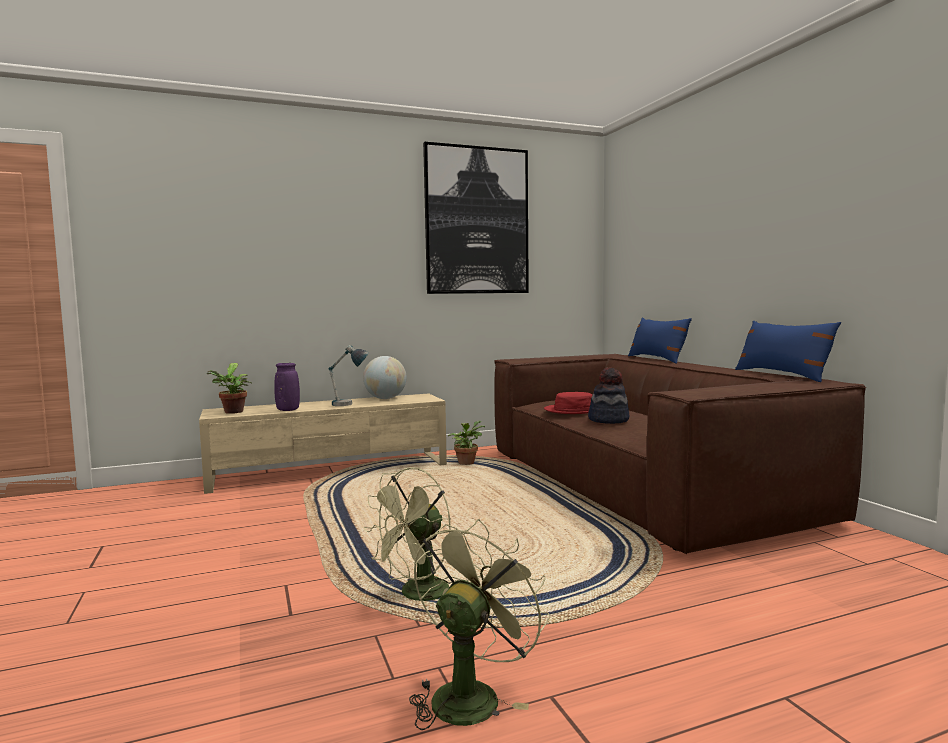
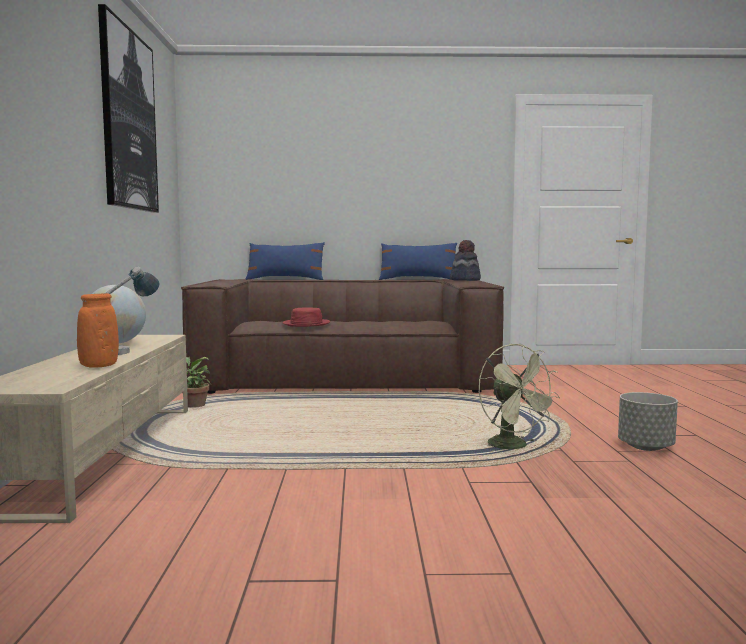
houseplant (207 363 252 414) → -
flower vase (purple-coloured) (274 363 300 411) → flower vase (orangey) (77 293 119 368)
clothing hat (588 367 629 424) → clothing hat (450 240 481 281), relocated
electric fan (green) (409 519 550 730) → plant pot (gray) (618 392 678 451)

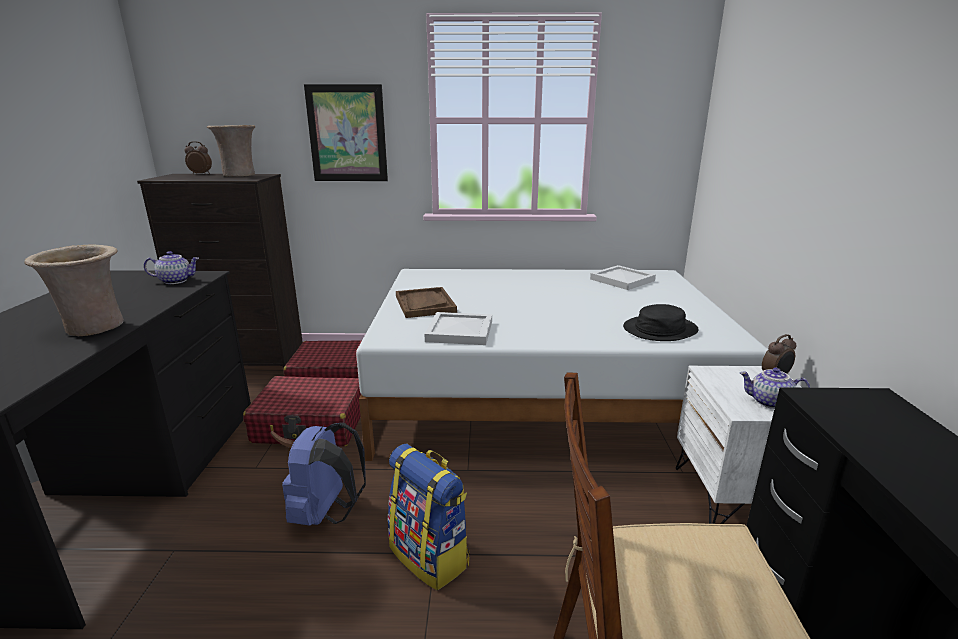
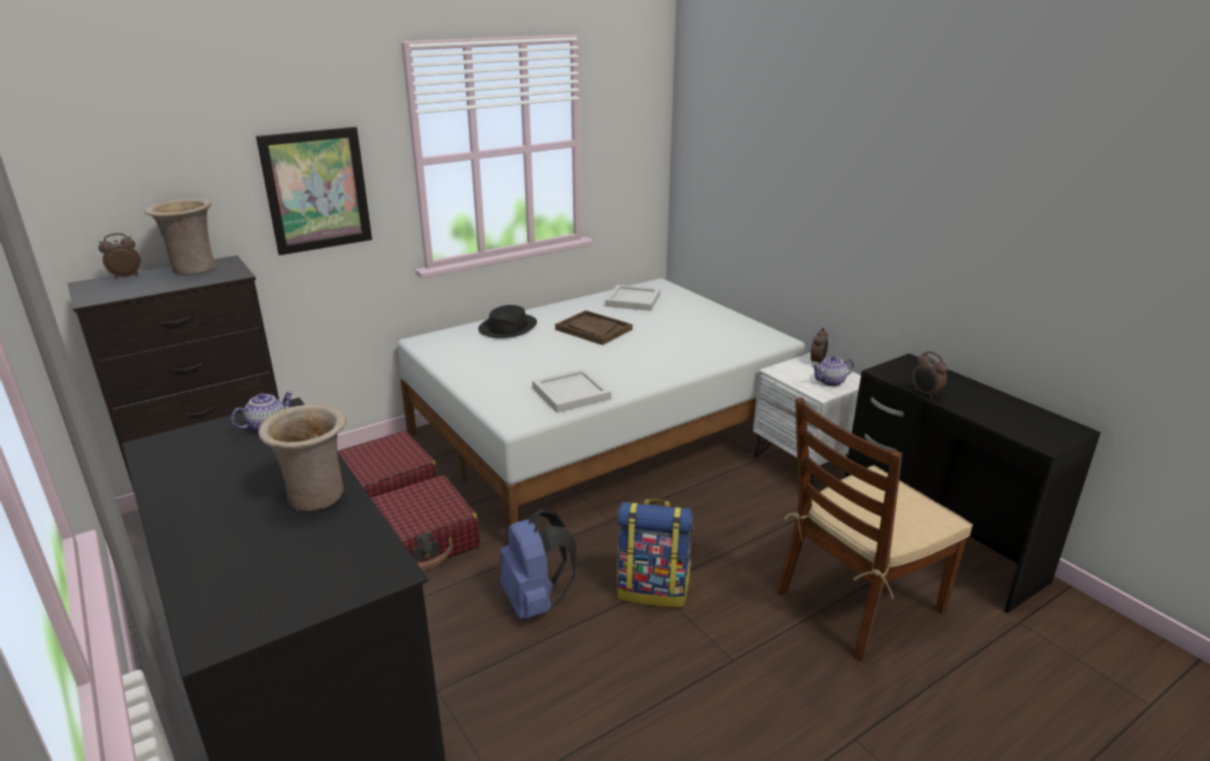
tray (brownish) (396 287 457 318) → tray (brownish) (555 310 632 345), relocated
clothing hat (black-coloured) (623 304 699 341) → clothing hat (black-coloured) (478 305 537 338), relocated
- → bedside clock (912 351 948 399)

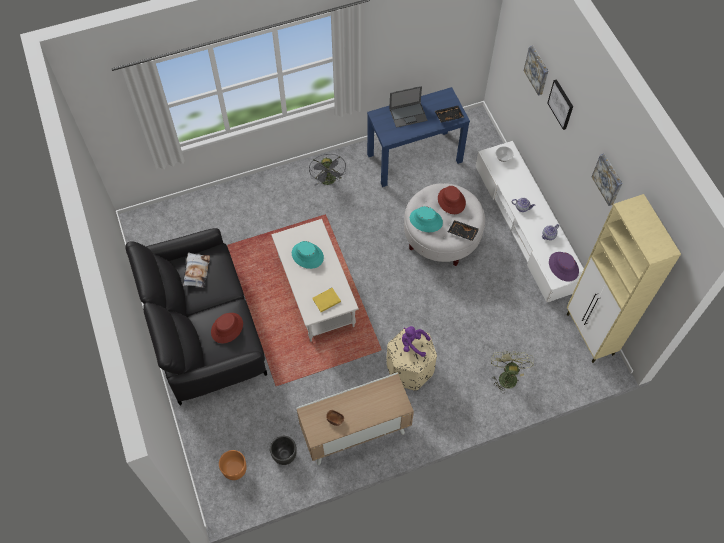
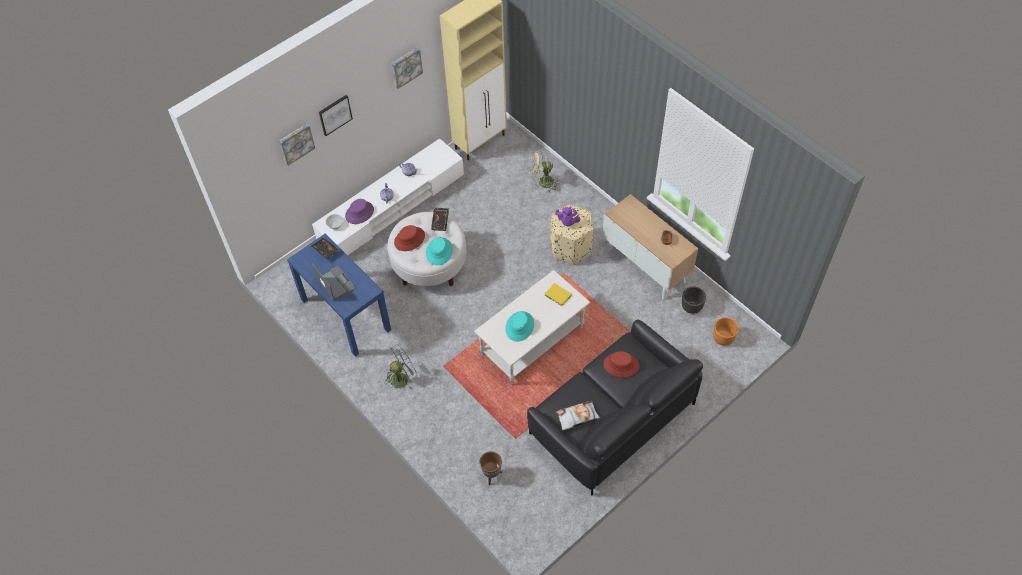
clothing hat (purple-coloured) (549 252 579 282) → clothing hat (purple-coloured) (345 199 374 224), relocated
- → plant pot (brownish) (479 451 502 485)

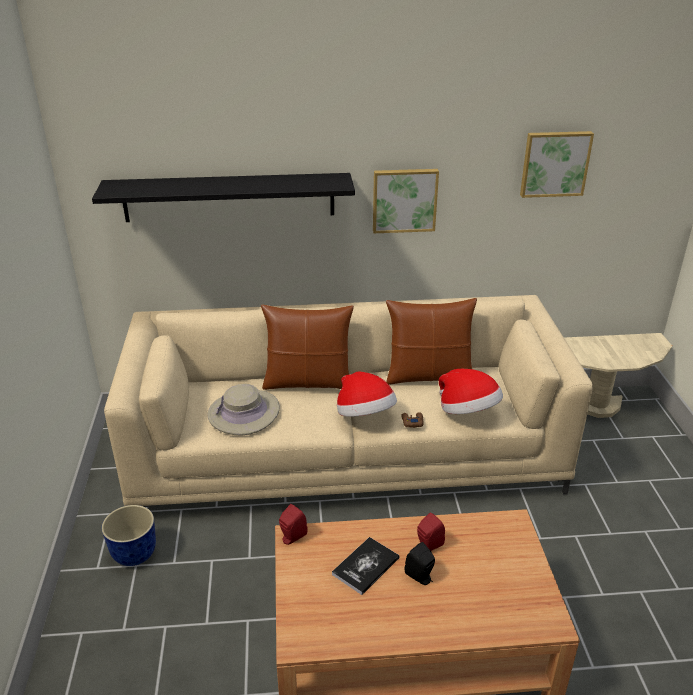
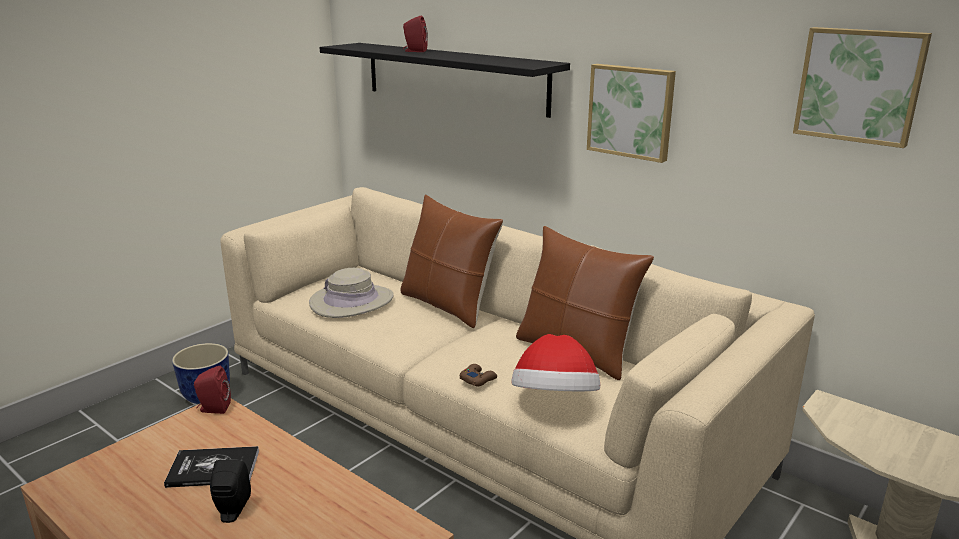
clothing hat (337 372 397 417) → -
speaker (red-coloured) (417 512 445 551) → speaker (red-coloured) (403 15 428 52), relocated

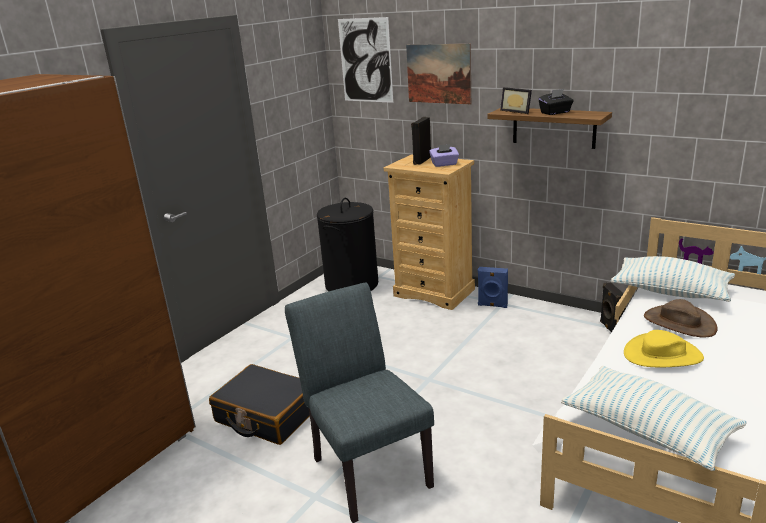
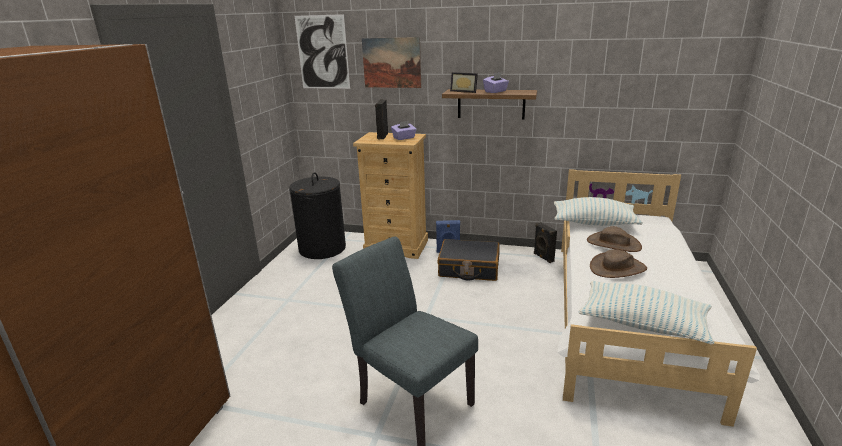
tissue box (black-coloured) (538 89 574 115) → tissue box (purple-coloured) (483 72 509 93)
clothing hat (yellow) (624 330 704 368) → clothing hat (brownish) (590 249 647 278)
travel case (black-coloured) (209 364 310 445) → travel case (black-coloured) (438 239 499 281), relocated

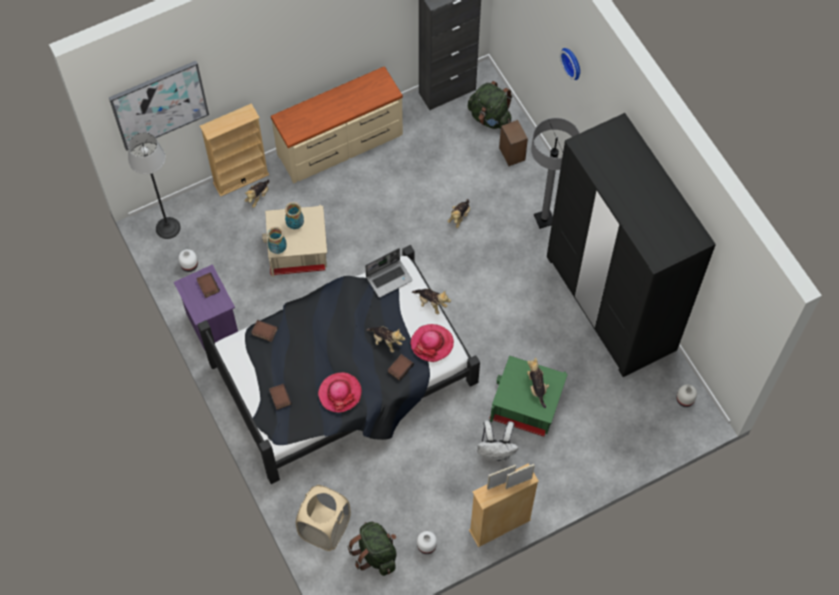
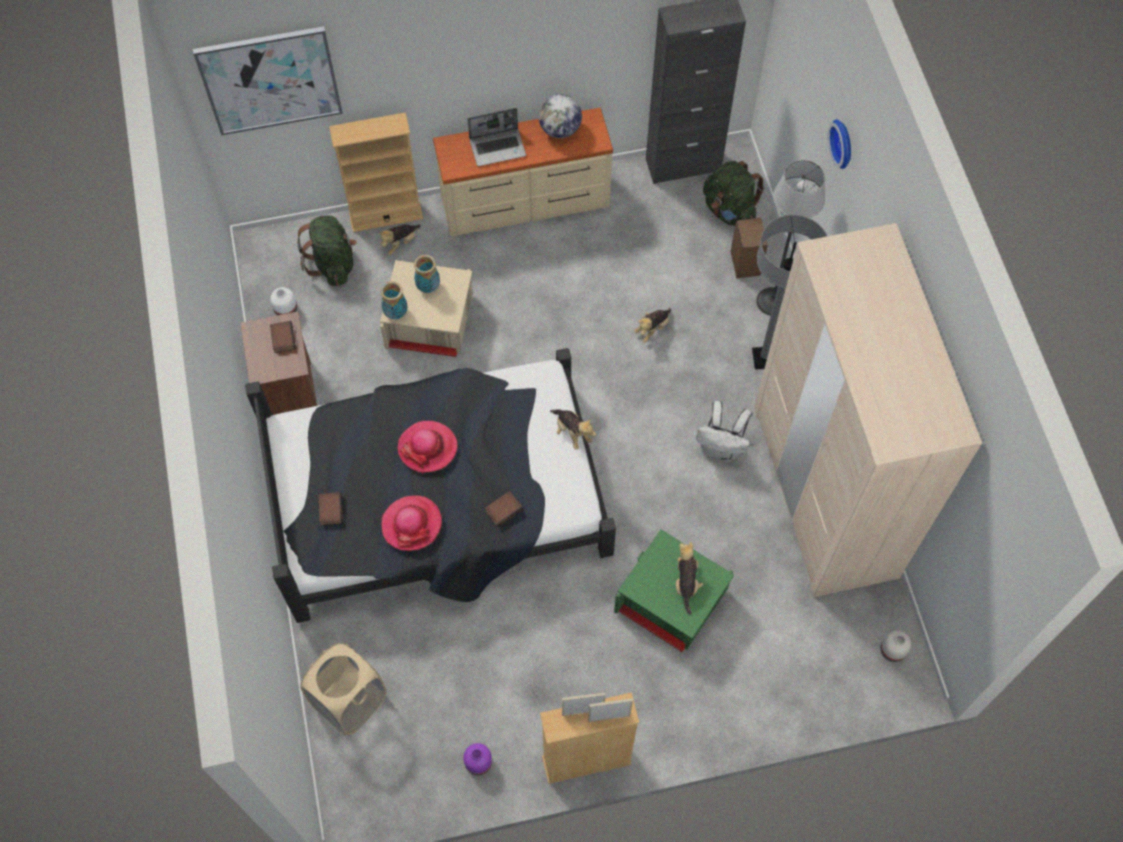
clothes cupboard (black-coloured) (547 113 716 377) → clothes cupboard (beige) (754 223 982 597)
floor lamp (128 132 181 239) → floor lamp (756 160 825 316), relocated
notebook computer (365 248 413 298) → notebook computer (468 108 526 166), relocated
nightstand (purple-coloured) (174 264 238 350) → nightstand (brownish) (240 312 317 415)
bound book (251 320 278 342) → -
clothing hat (410 324 454 362) → clothing hat (398 421 458 473), relocated
cuddly toy (366 326 406 353) → -
rucksack (white-coloured) (477 420 518 461) → rucksack (white-coloured) (696 401 753 462), relocated
rucksack (green) (347 522 397 576) → rucksack (green) (297 215 356 286), relocated
flower vase (white-coloured) (417 531 437 554) → flower vase (purple-coloured) (463 743 492 775)
- → globe (538 94 582 138)

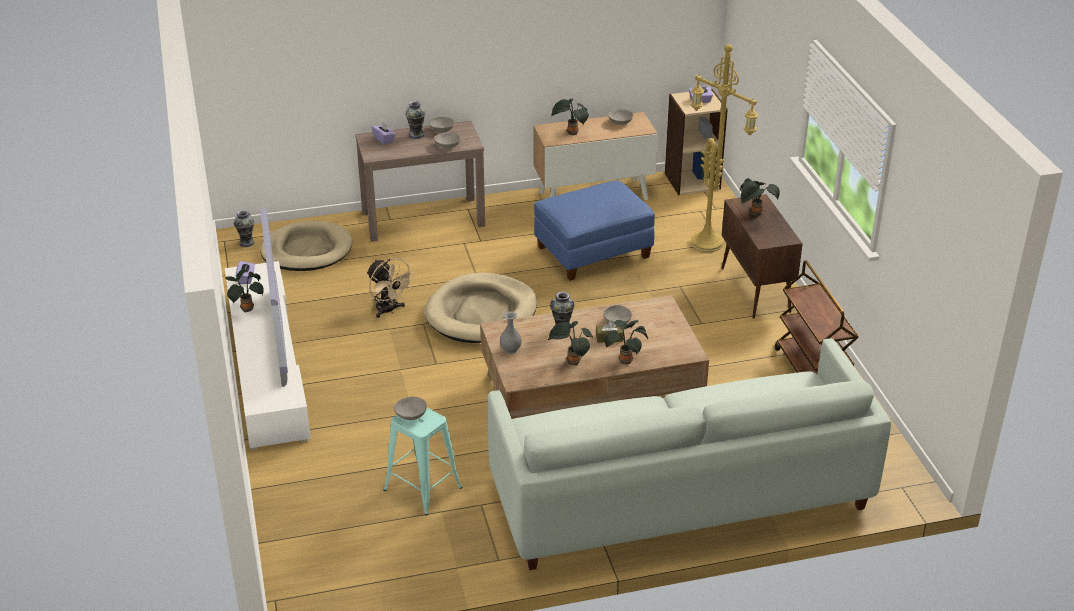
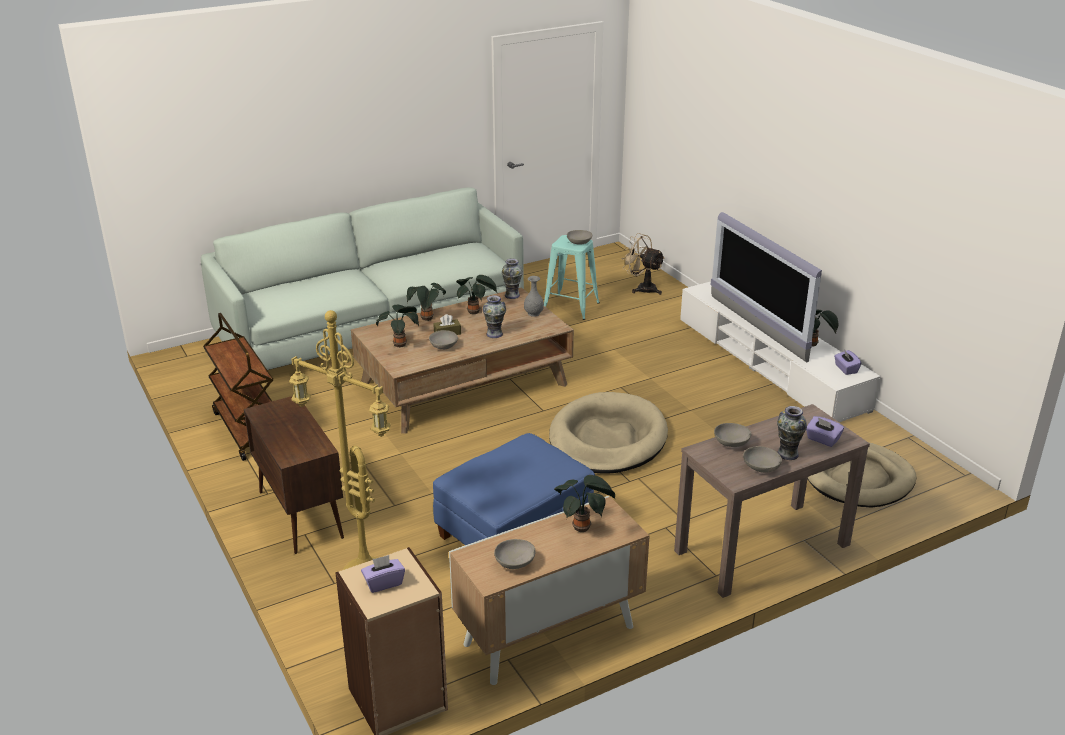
houseplant (740 178 780 216) → houseplant (376 305 419 347), relocated
flower vase (234 210 254 247) → flower vase (502 258 523 299), relocated
electric fan (beige) (367 258 415 318) → electric fan (beige) (621 233 665 295), relocated

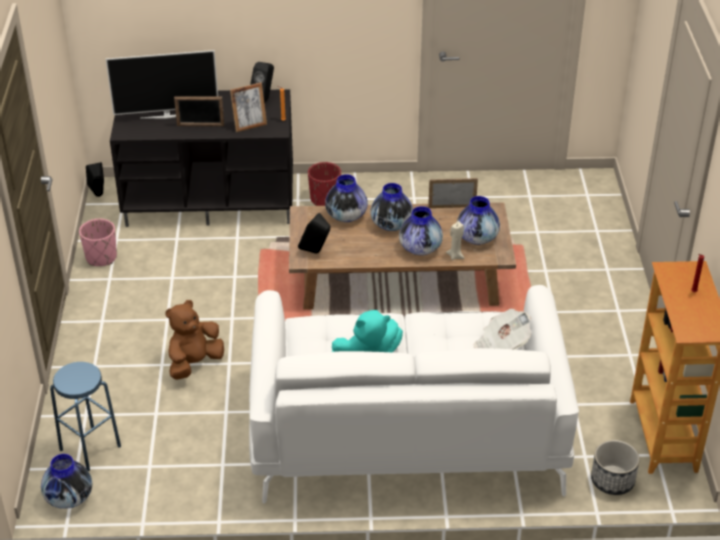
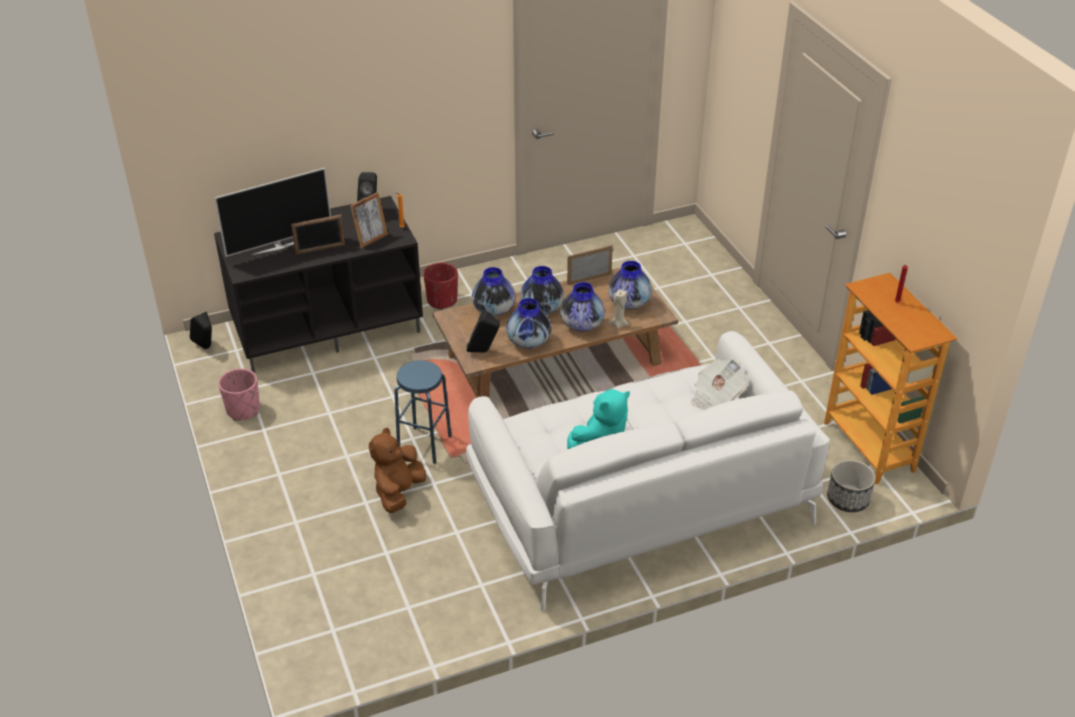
stool (bluish) (50 362 121 471) → stool (bluish) (394 360 452 464), relocated
flower vase (41 454 92 509) → flower vase (506 298 551 348), relocated

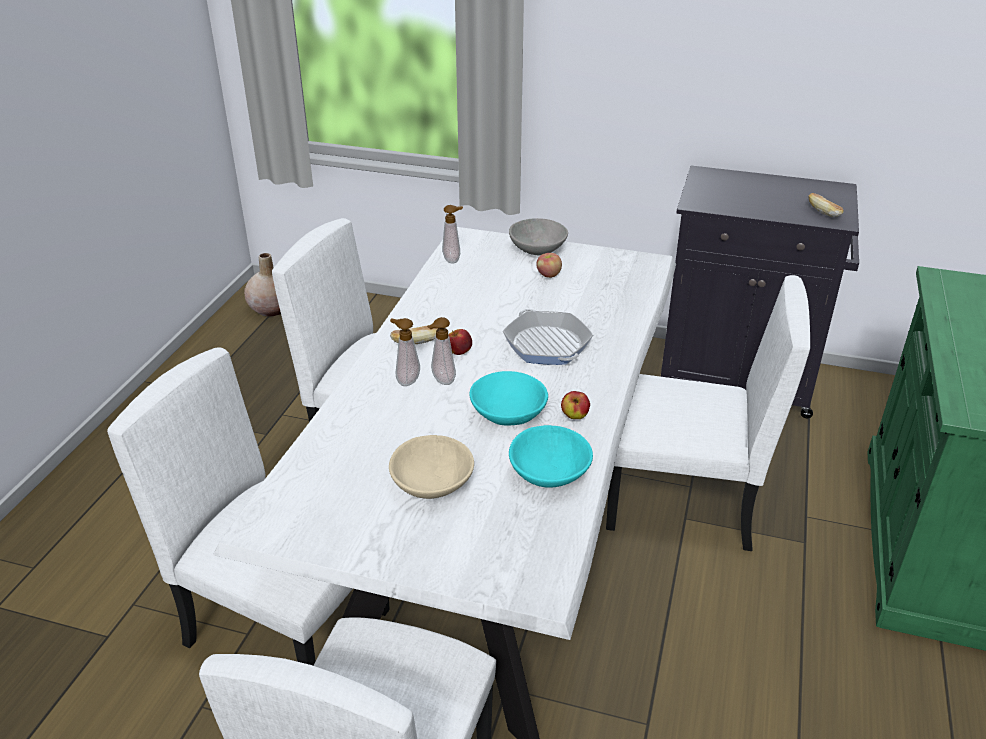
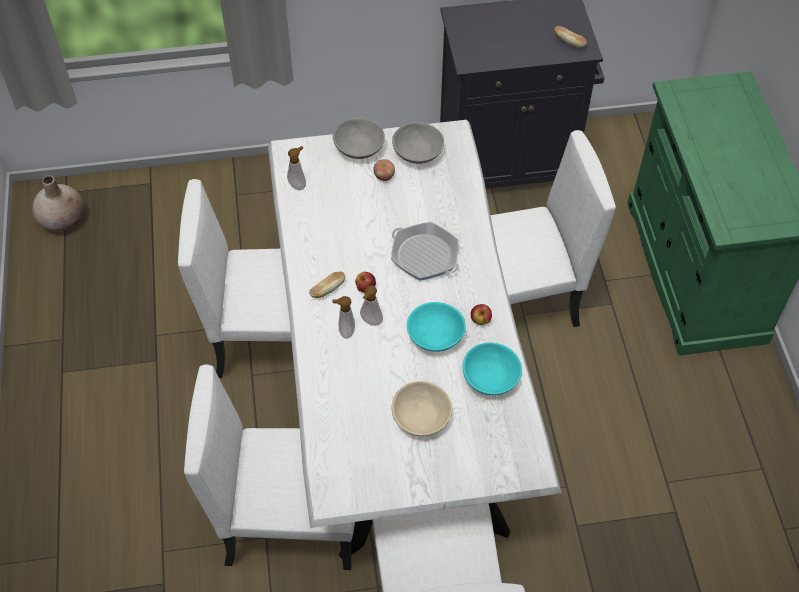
- → bowl (gray) (392 122 444 164)

